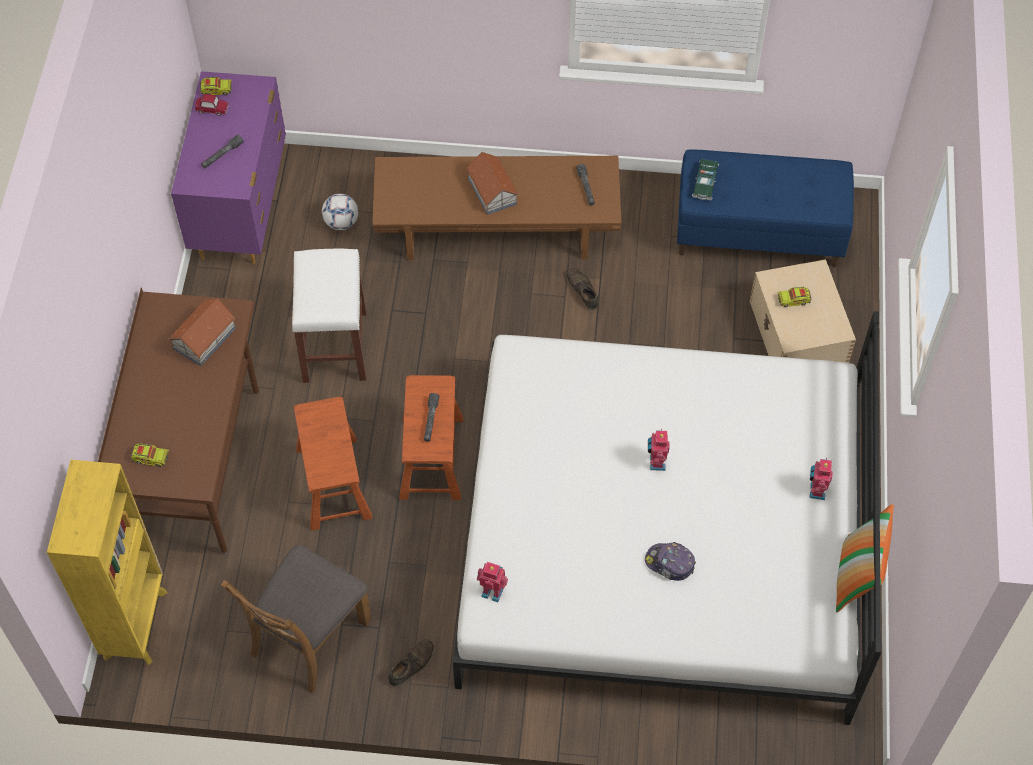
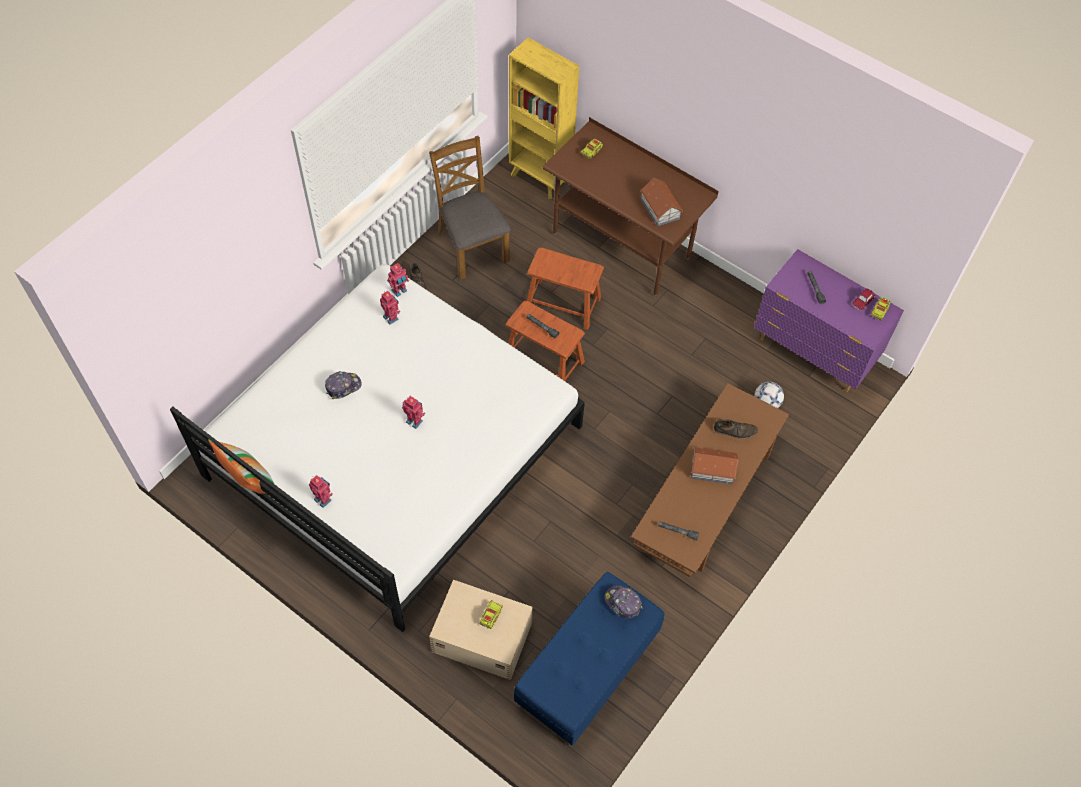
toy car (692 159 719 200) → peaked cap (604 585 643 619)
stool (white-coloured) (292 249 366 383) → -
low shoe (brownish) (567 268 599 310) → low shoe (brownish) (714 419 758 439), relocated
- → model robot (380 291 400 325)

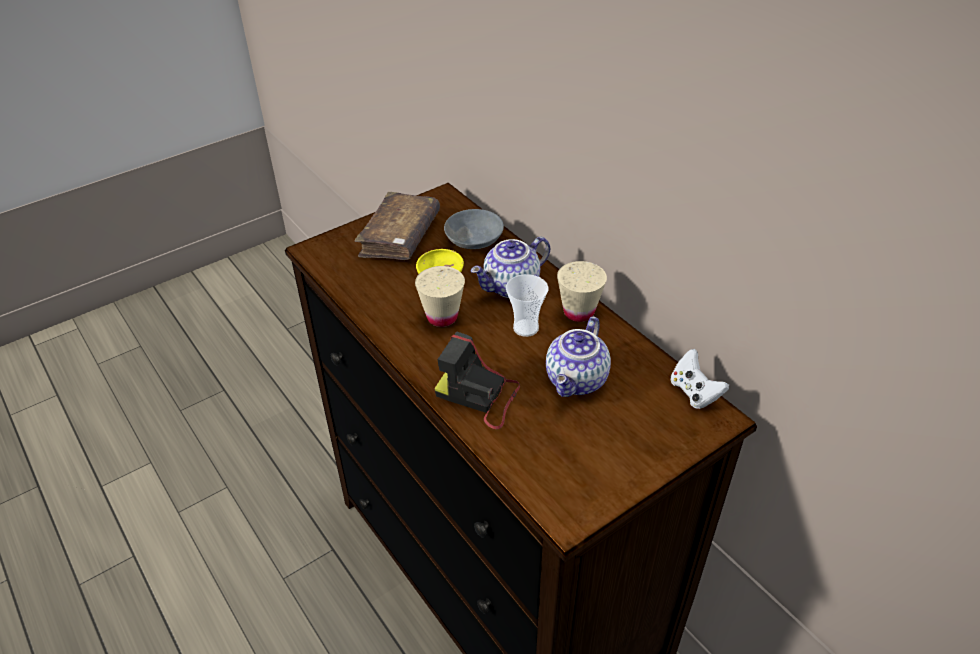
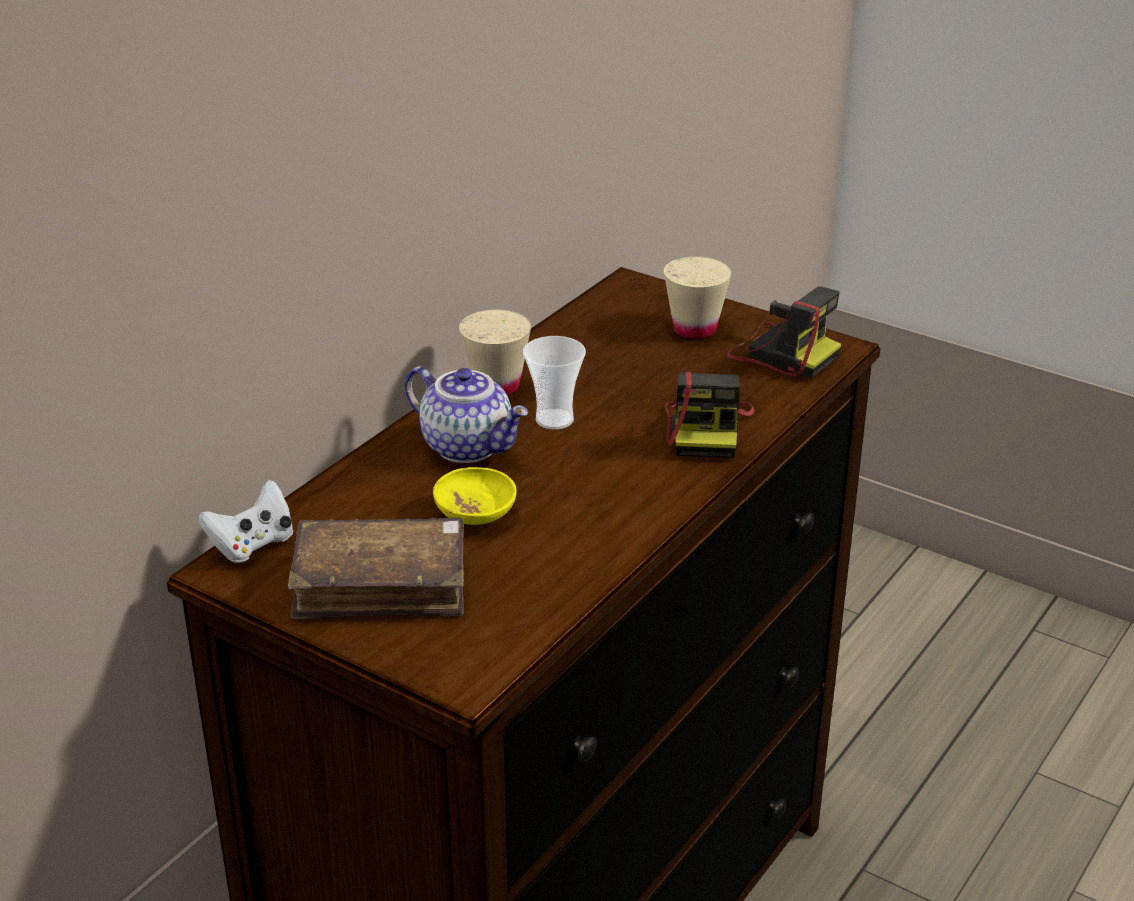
bowl (gray) (444 209 504 249) → -
drinking cup (beige) (415 266 465 327) → drinking cup (beige) (664 257 732 339), relocated
teapot (546 316 611 397) → -
gamepad (white-coloured) (670 349 729 409) → gamepad (white-coloured) (198 480 293 563), relocated
- → still camera (727 287 841 378)

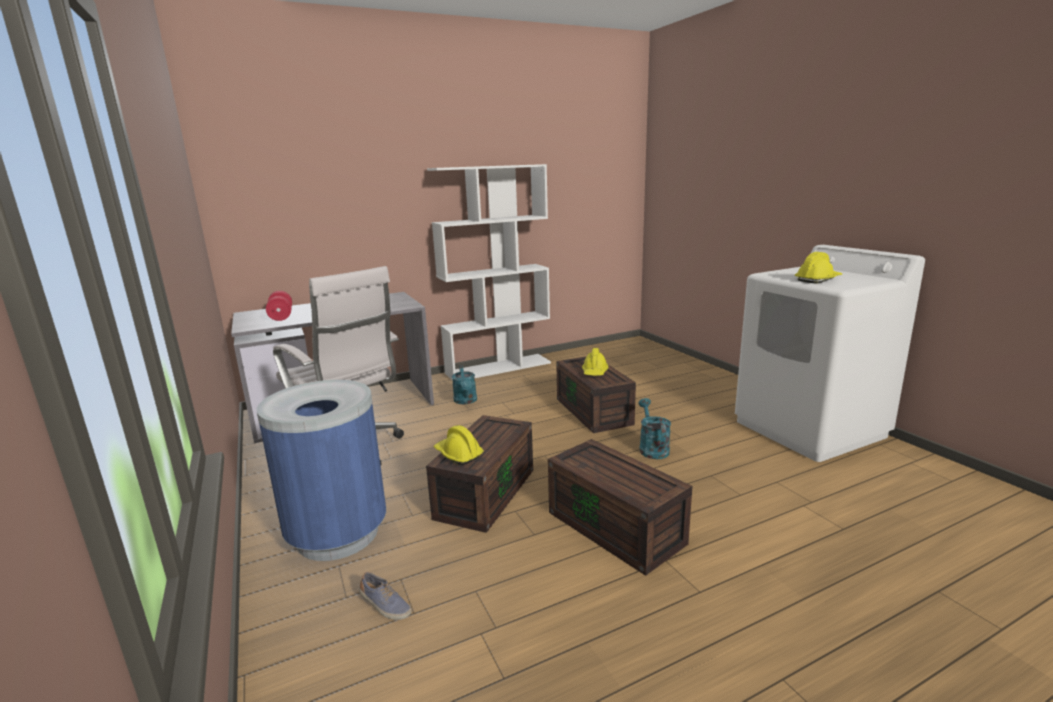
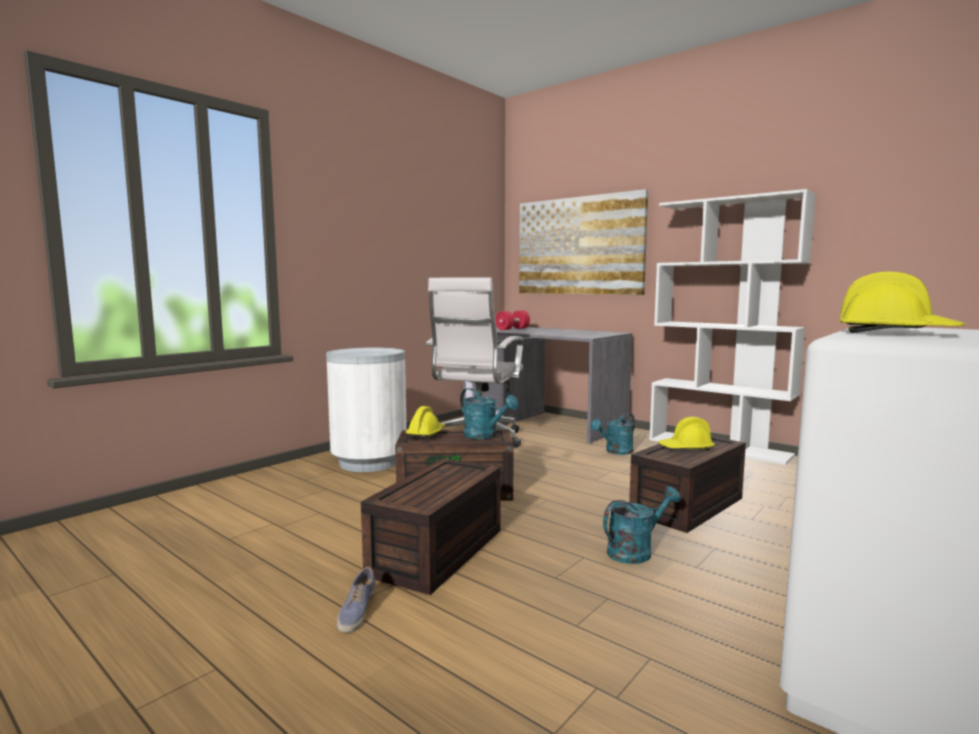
trash can (bluish) (257 380 386 561) → trash can (white-coloured) (326 347 407 472)
low shoe (359 572 412 620) → low shoe (337 567 376 633), relocated
- → picture (519 189 648 295)
- → watering can (turquoise) (460 388 518 439)

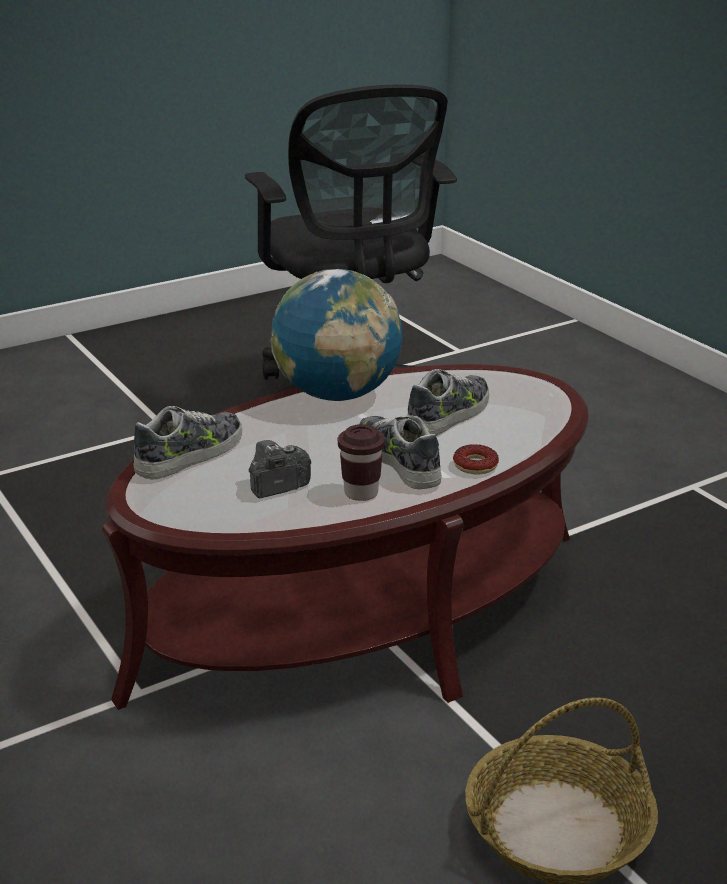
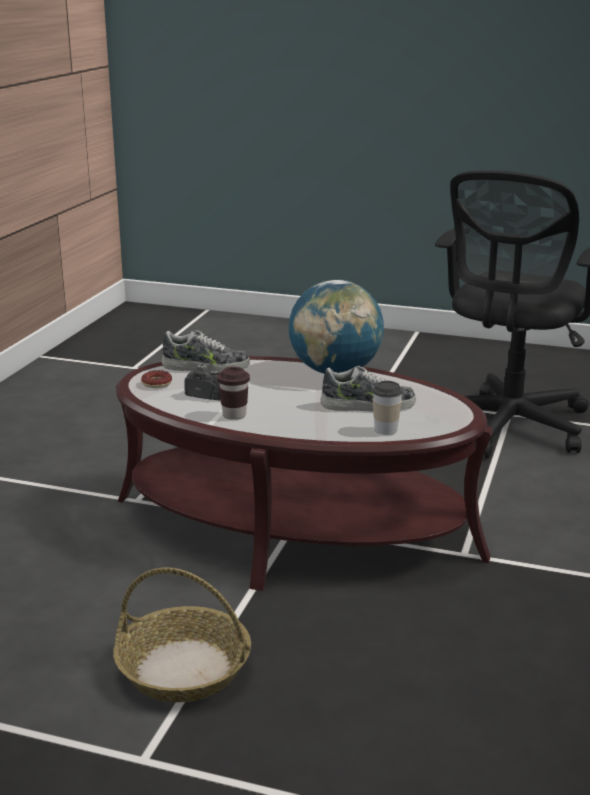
low shoe (359 415 442 489) → -
doughnut (453 444 499 474) → doughnut (141 370 172 388), relocated
- → drinking cup (372 381 403 435)

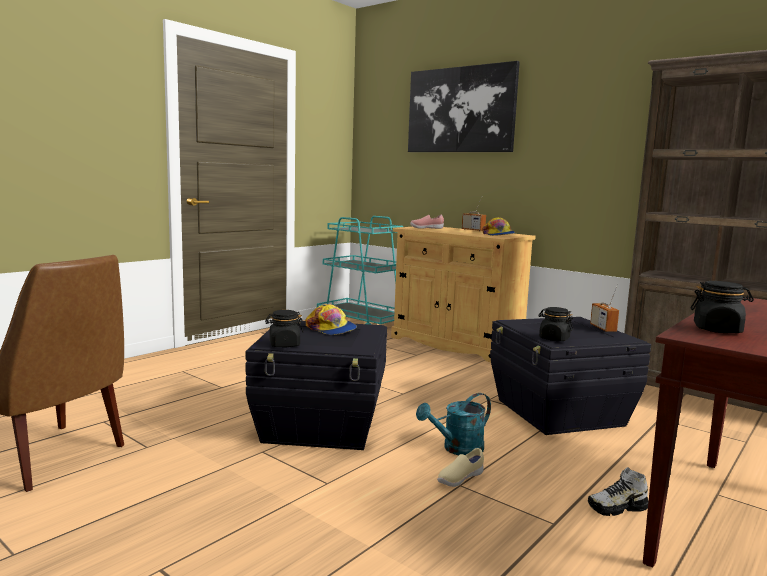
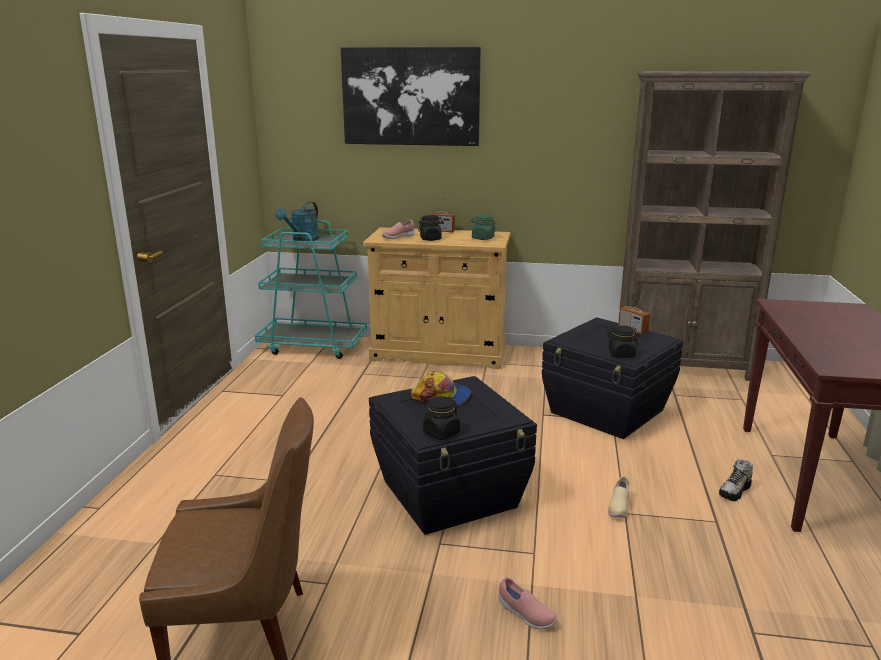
peaked cap (482 217 515 236) → jar (green) (471 215 496 240)
jar (black-coloured) (691 281 754 333) → jar (black-coloured) (418 215 444 241), relocated
watering can (turquoise) (416 393 491 455) → watering can (turquoise) (276 202 319 241), relocated
- → low shoe (pinkish) (499 577 558 630)

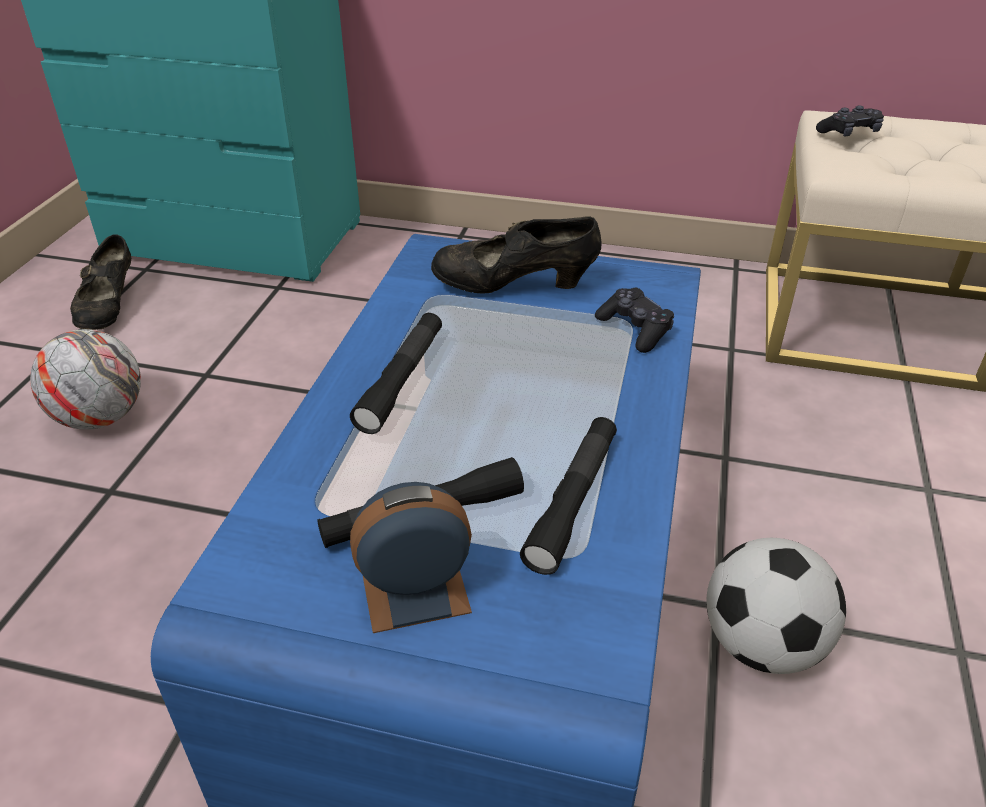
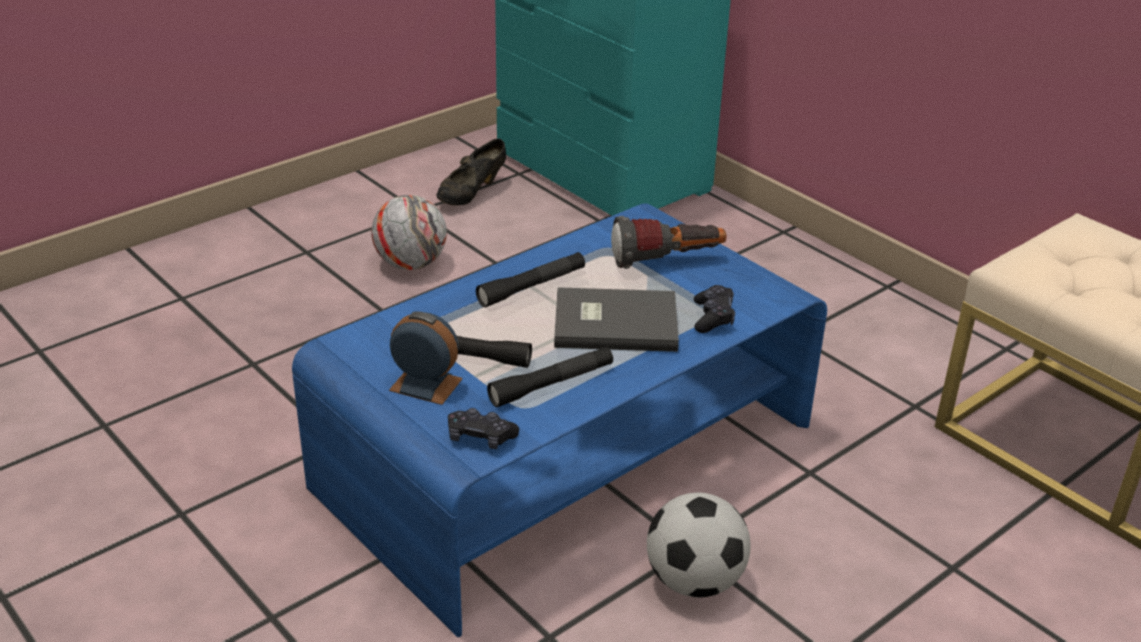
gamepad (black-coloured) (816 105 884 136) → gamepad (black-coloured) (448 408 519 449), relocated
low shoe (black-coloured) (431 216 602 294) → torch (611 216 727 269)
- → bound book (gray) (554 287 679 352)

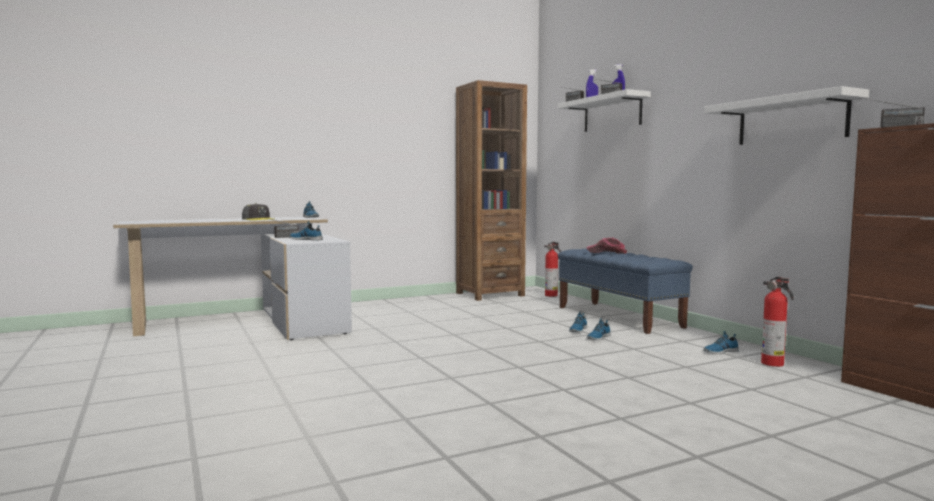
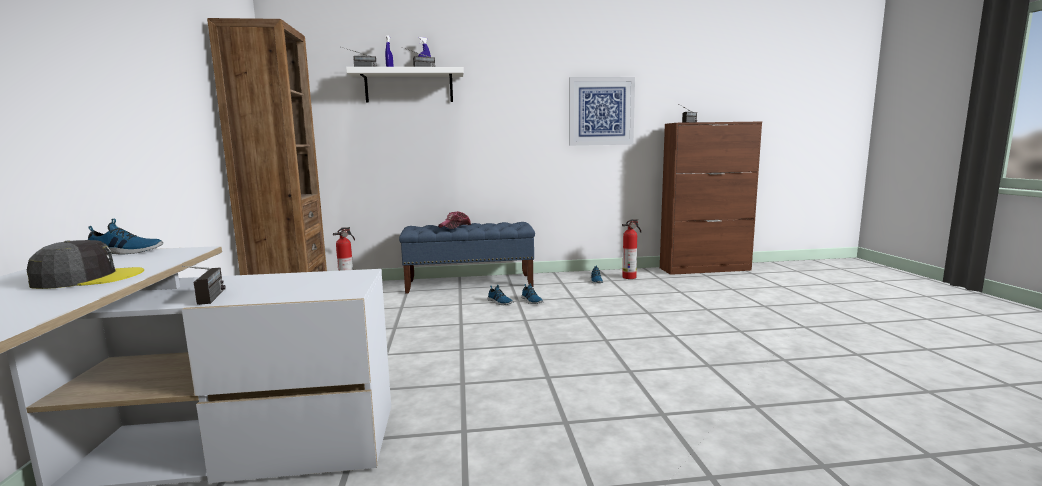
bracket shelf (white-coloured) (704 86 869 145) → picture (569 77 635 146)
low shoe (289 221 323 241) → -

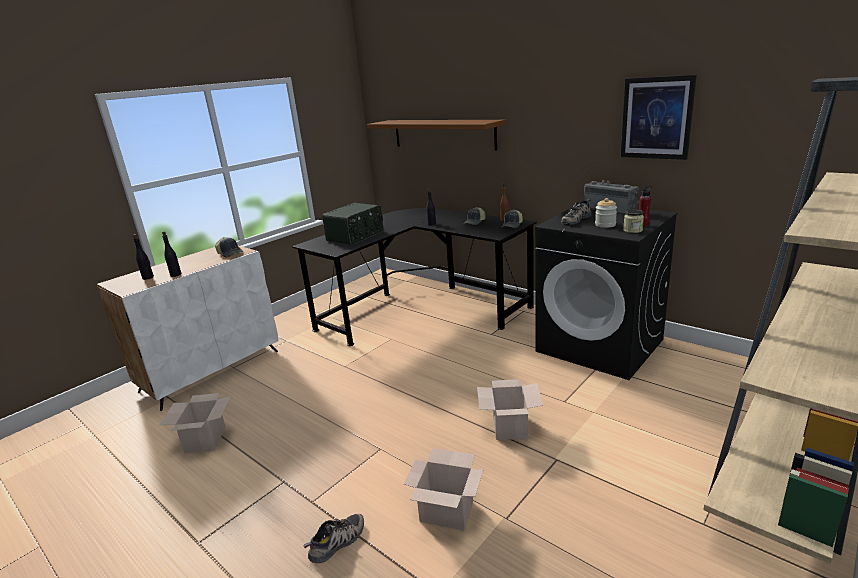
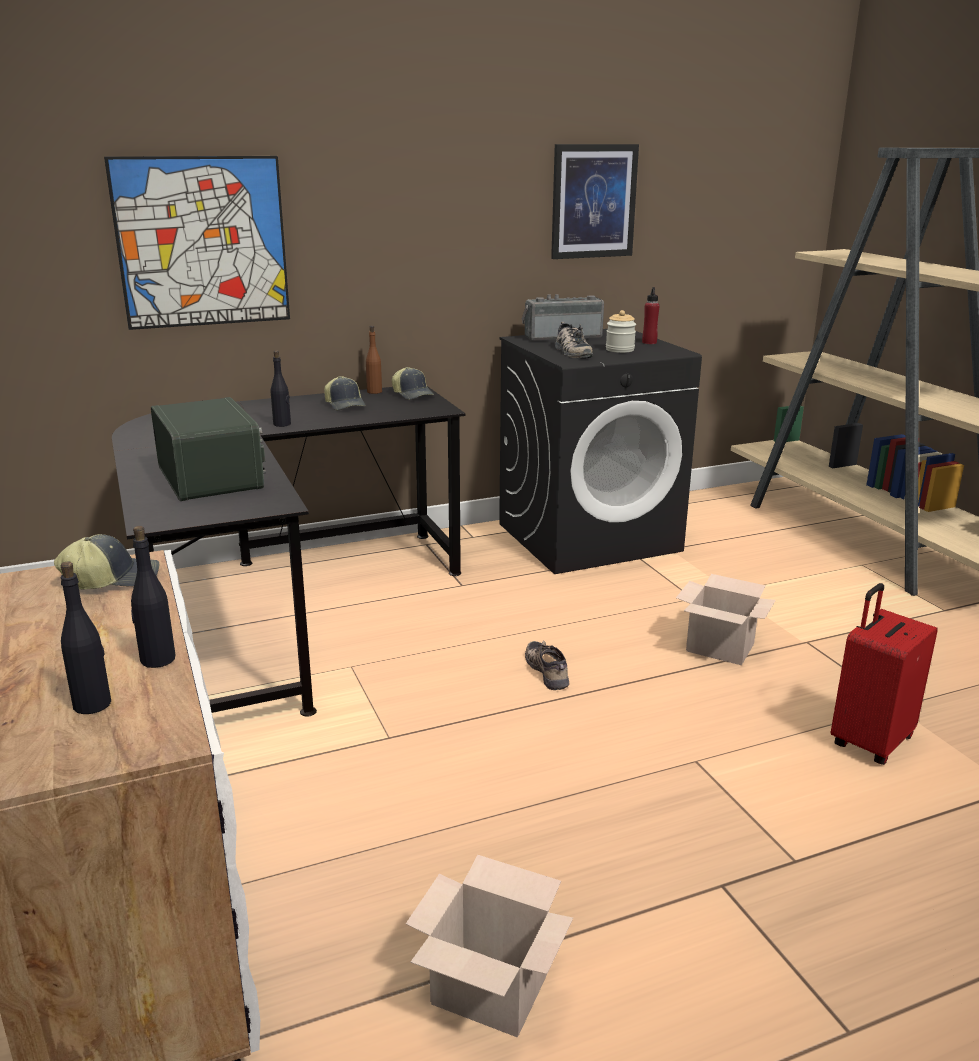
bracket shelf (brownish) (367 120 506 150) → picture (104 156 290 330)
jar (623 210 644 233) → -
cardboard box (404 448 483 530) → travel case (red-coloured) (831 583 938 765)
low shoe (303 514 364 563) → low shoe (525 641 569 690), relocated

